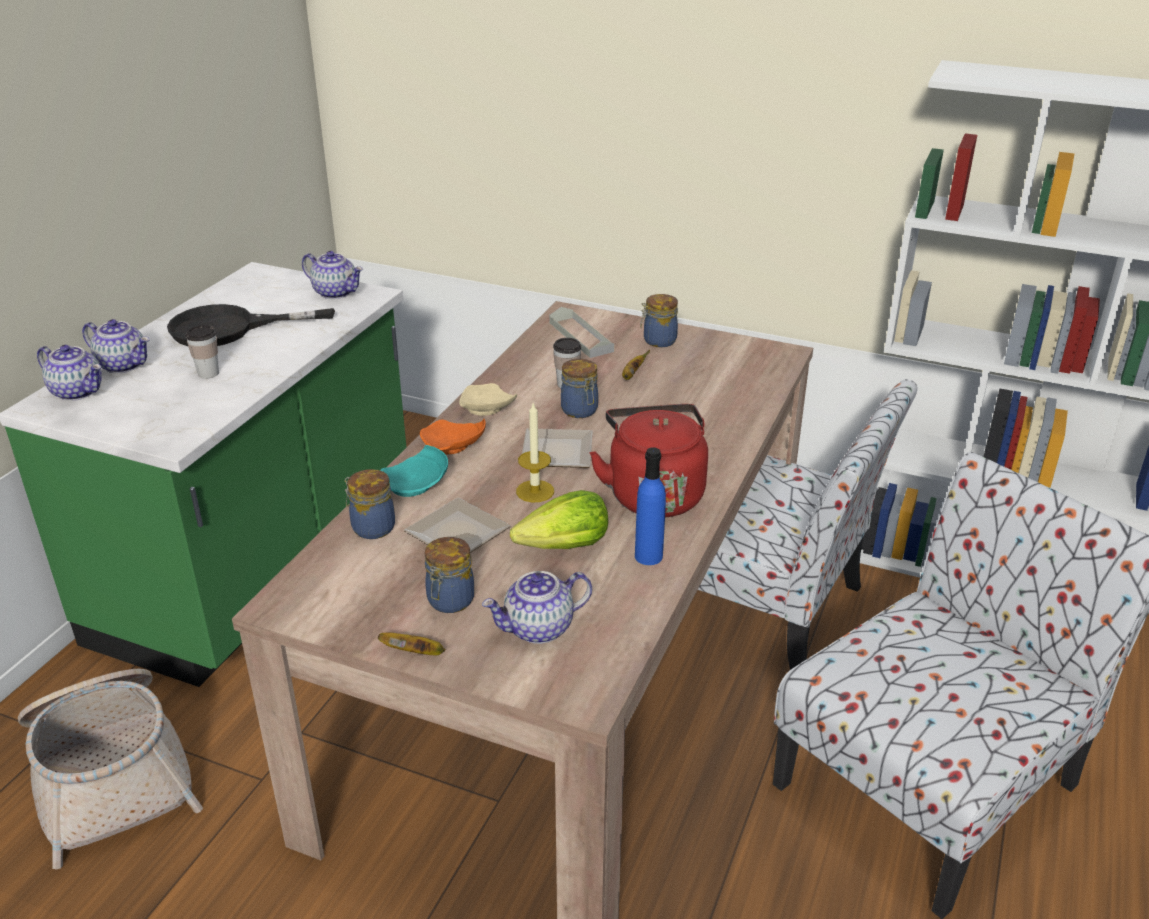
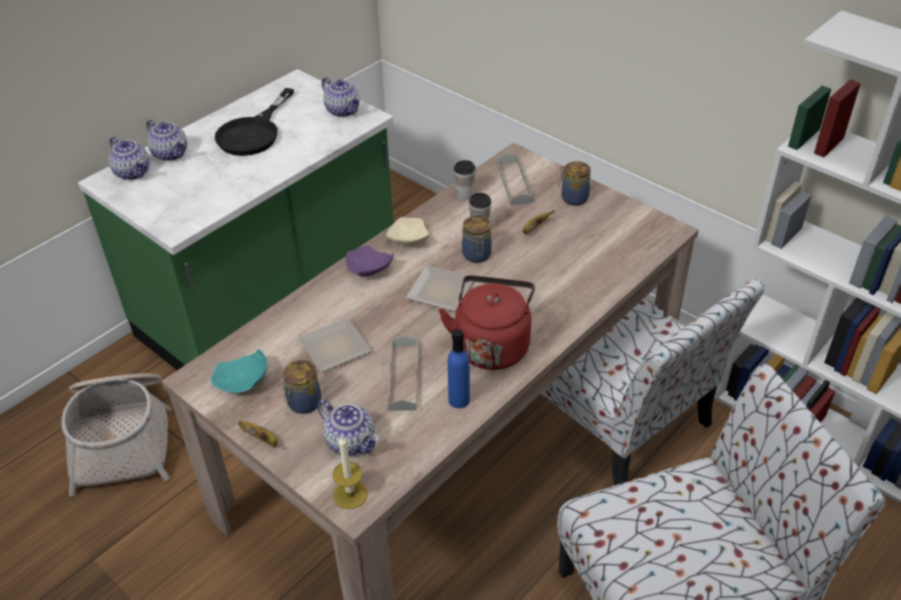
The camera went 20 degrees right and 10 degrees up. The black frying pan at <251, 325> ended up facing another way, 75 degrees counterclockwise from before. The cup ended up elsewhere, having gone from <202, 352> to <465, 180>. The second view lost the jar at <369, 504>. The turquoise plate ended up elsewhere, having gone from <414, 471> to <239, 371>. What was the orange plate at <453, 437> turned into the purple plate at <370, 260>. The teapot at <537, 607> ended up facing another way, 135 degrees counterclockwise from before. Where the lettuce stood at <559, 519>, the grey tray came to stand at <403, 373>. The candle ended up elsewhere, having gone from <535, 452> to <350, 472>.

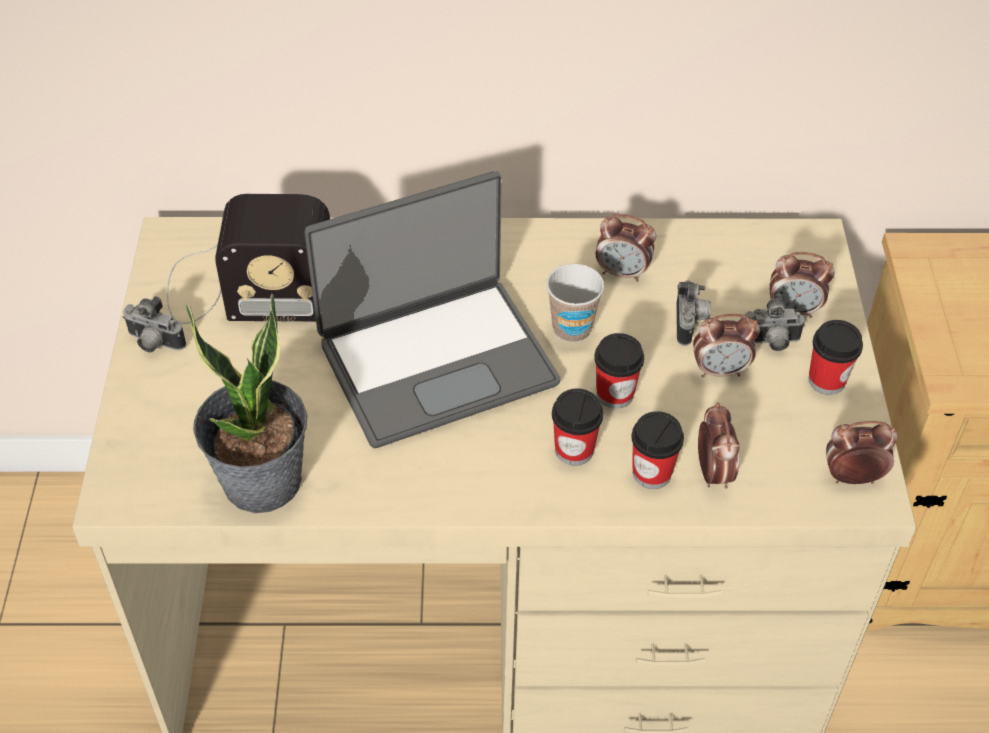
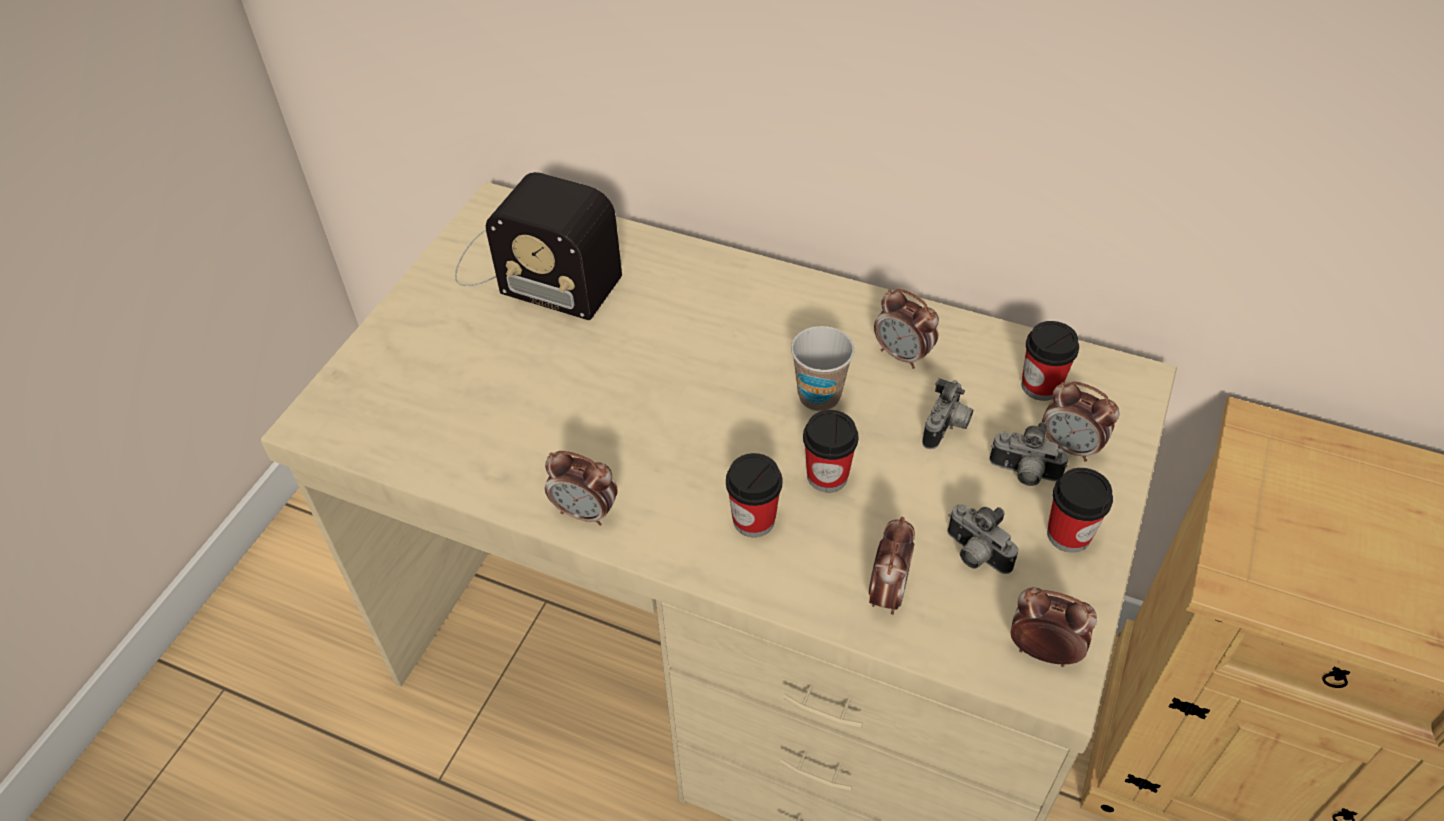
The camera went 25 degrees right and 0 degrees up. The photo camera ended up elsewhere, having gone from <154, 324> to <983, 539>. The second view lost the potted plant at <247, 403>. The second view lost the laptop at <432, 309>. The cup ended up elsewhere, having gone from <657, 450> to <1050, 361>. The alarm clock ended up elsewhere, having gone from <726, 346> to <581, 488>.

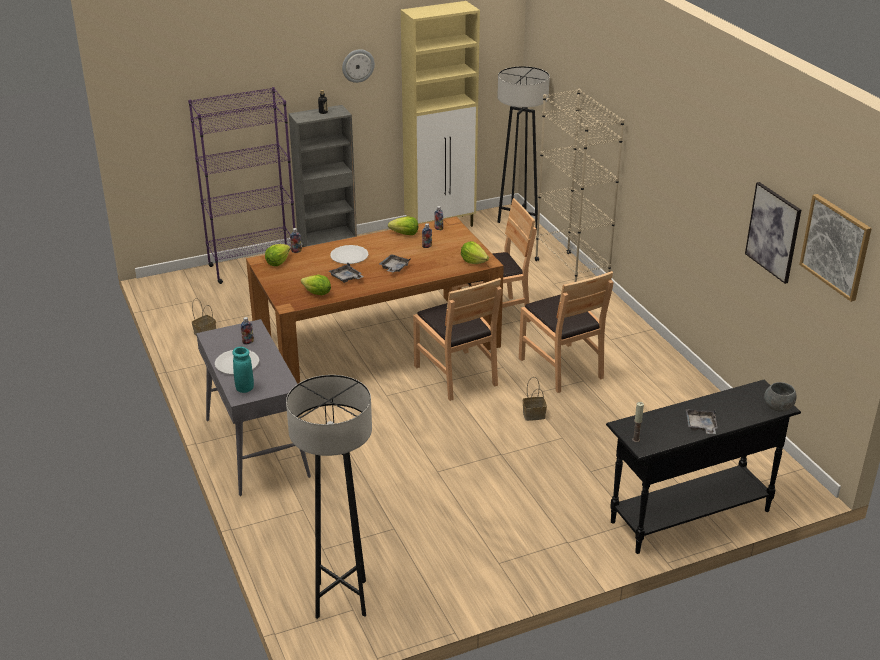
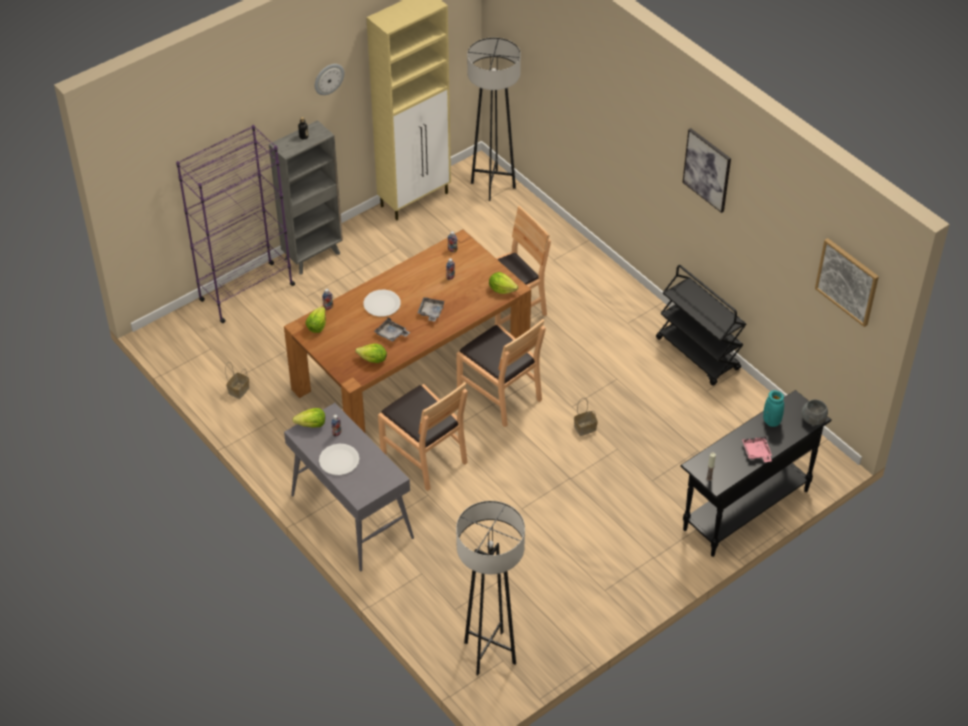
The camera went 15 degrees left and 15 degrees up. The turquoise vase ended up elsewhere, having gone from <243, 370> to <773, 408>. The lettuce ended up elsewhere, having gone from <403, 226> to <308, 418>. The brown chair ended up elsewhere, having gone from <566, 332> to <423, 436>. The second view lost the beige bookcase at <579, 185>. What was the grey tray at <702, 421> turned into the pink tray at <757, 448>. The picture ended up elsewhere, having gone from <773, 233> to <706, 170>. The second view gained the black cart at <701, 325>.

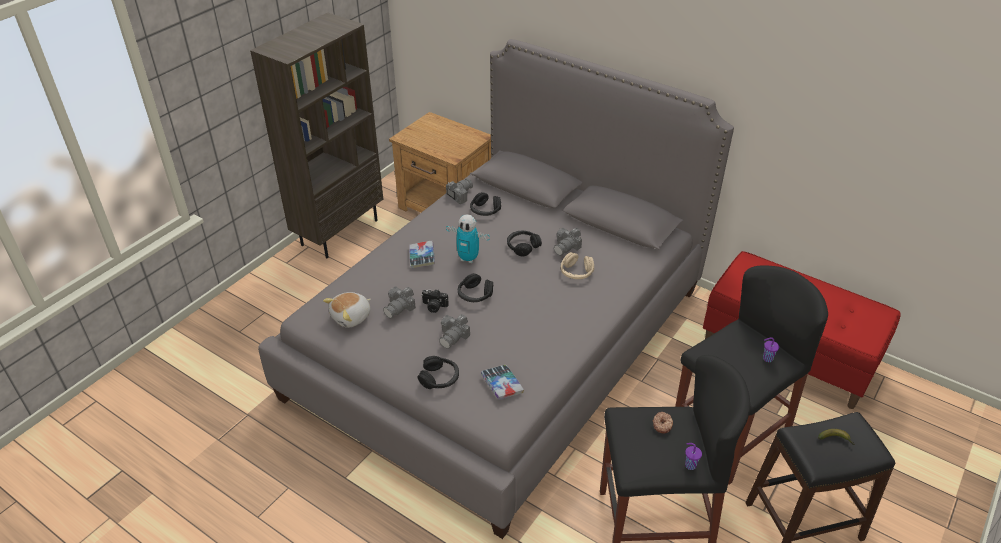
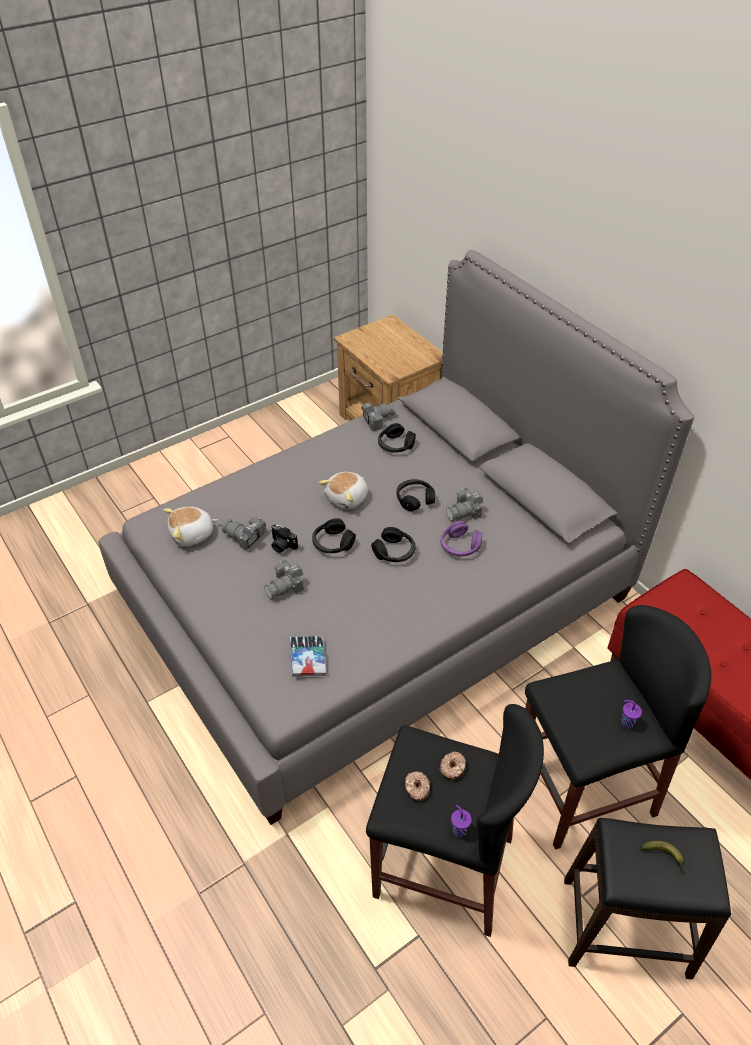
The camera went 20 degrees right and 5 degrees up. The second view lost the brown bookcase at <316, 135>. The photo camera at <399, 302> ended up facing another way, 60 degrees clockwise from before. The second view lost the book at <422, 255>. The black headphones ended up elsewhere, having gone from <438, 372> to <393, 544>. Where the toy robot stood at <468, 238>, the plush toy came to stand at <343, 490>. What was the beige headphones at <577, 265> turned into the purple headphones at <461, 539>. The second view gained the donut at <417, 785>.

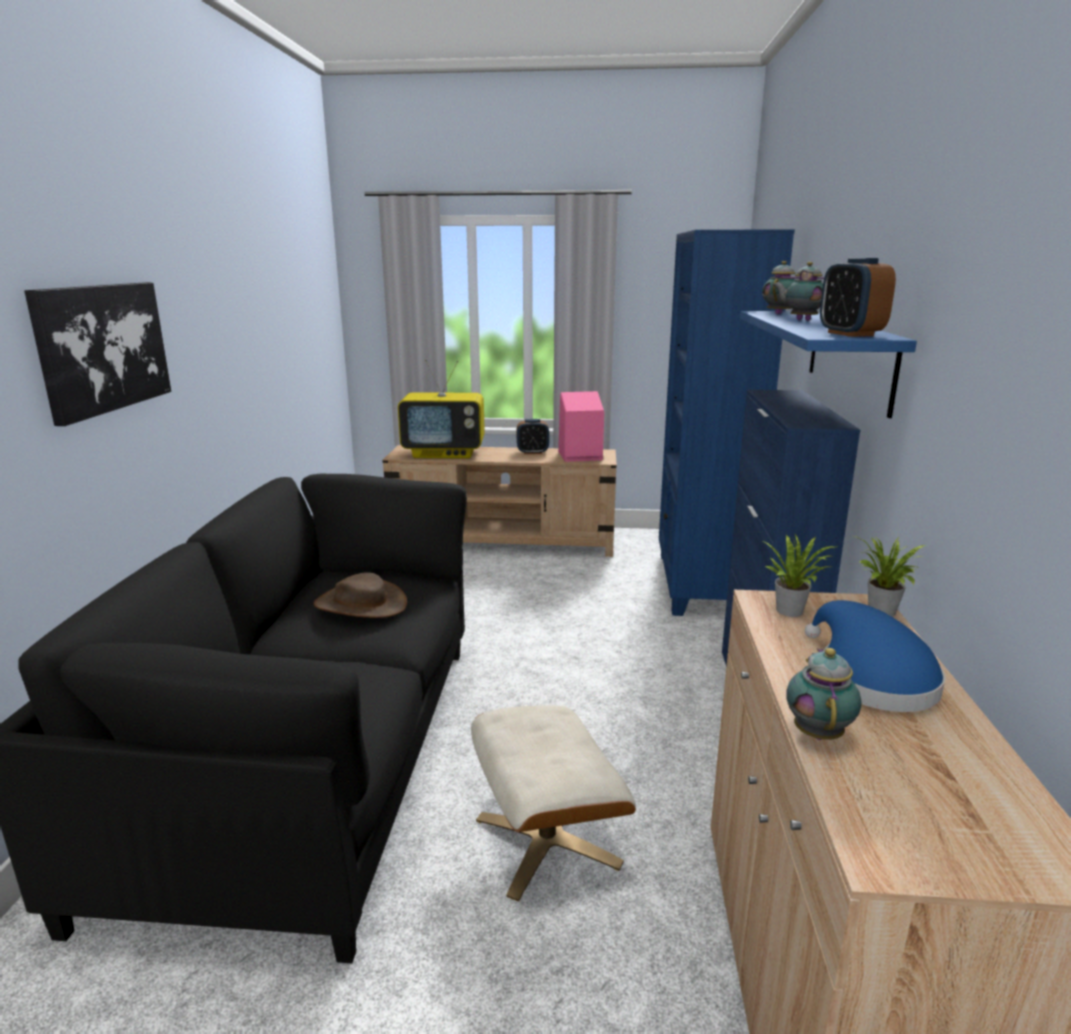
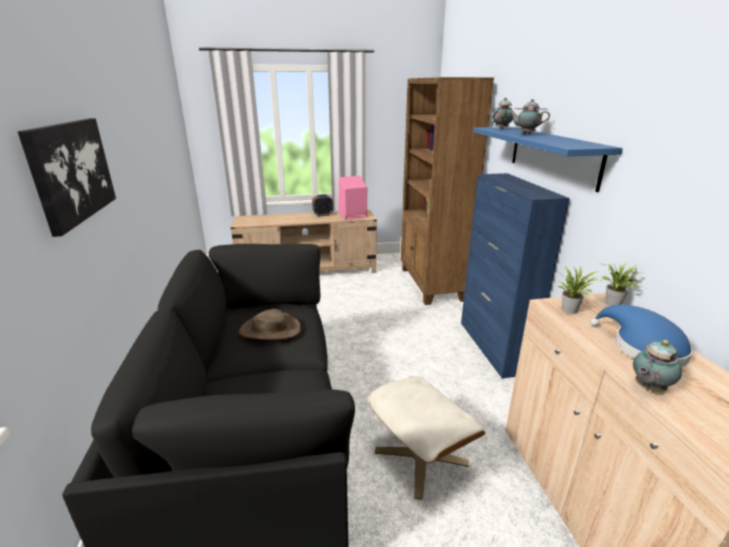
The camera went 15 degrees left and 5 degrees up. The second view lost the television at <441, 409>. What was the blue bookcase at <727, 422> turned into the brown bookcase at <447, 191>. The teapot at <823, 694> ended up facing another way, 120 degrees counterclockwise from before. The second view lost the alarm clock at <858, 297>.

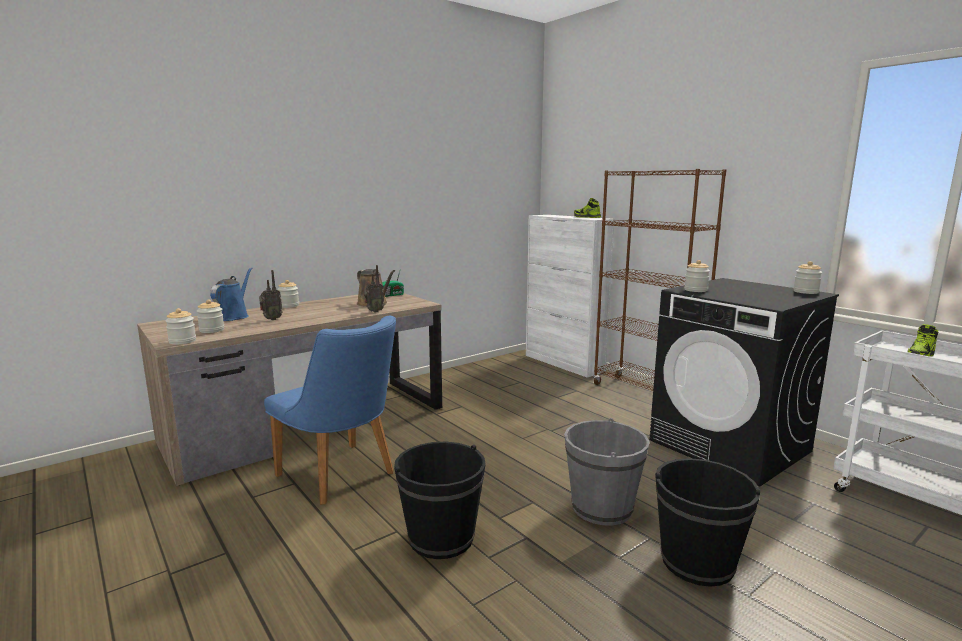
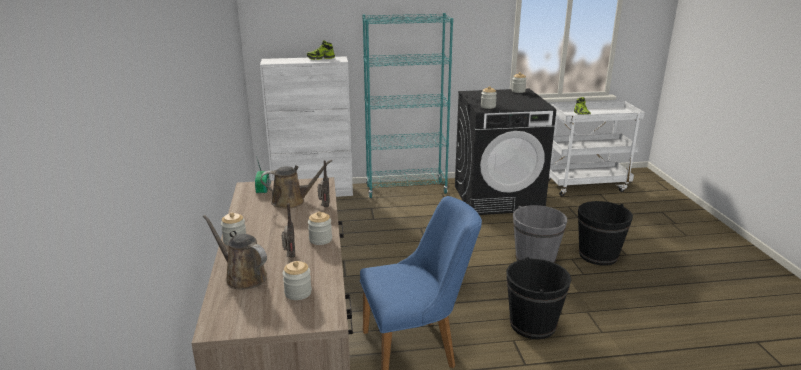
The camera went 60 degrees left and 10 degrees up. The jar ended up elsewhere, having gone from <180, 326> to <320, 228>. What was the blue watering can at <231, 294> turned into the brown watering can at <235, 252>. What was the brown bookcase at <659, 280> turned into the turquoise bookcase at <407, 105>.

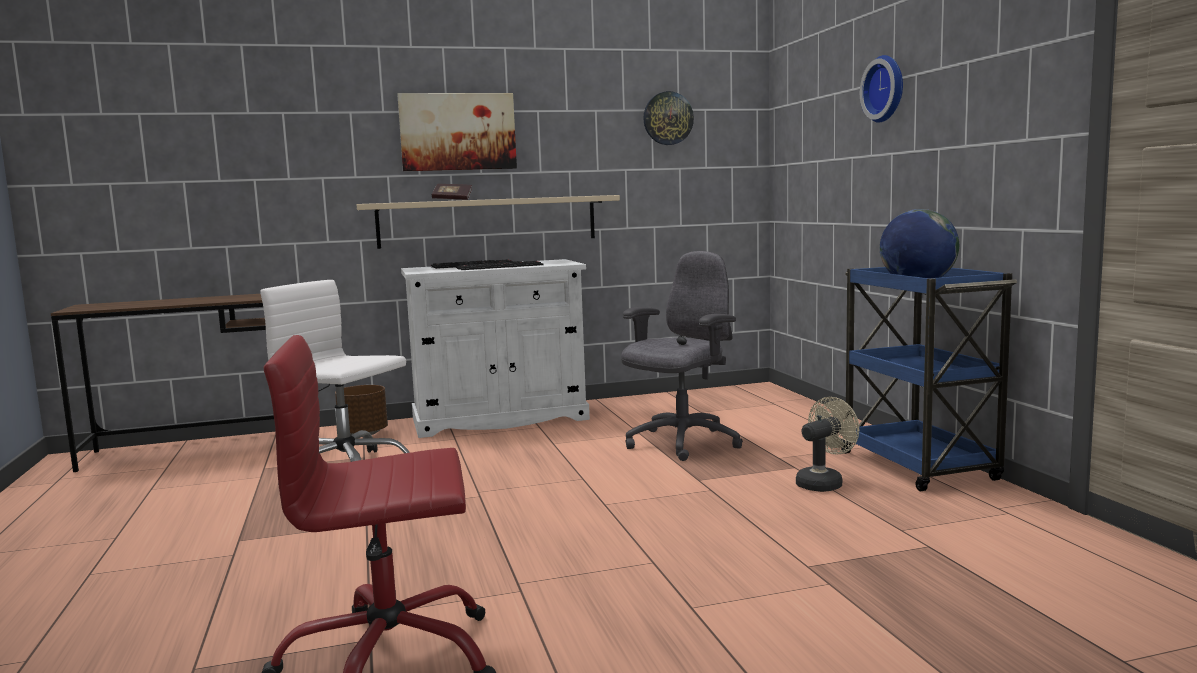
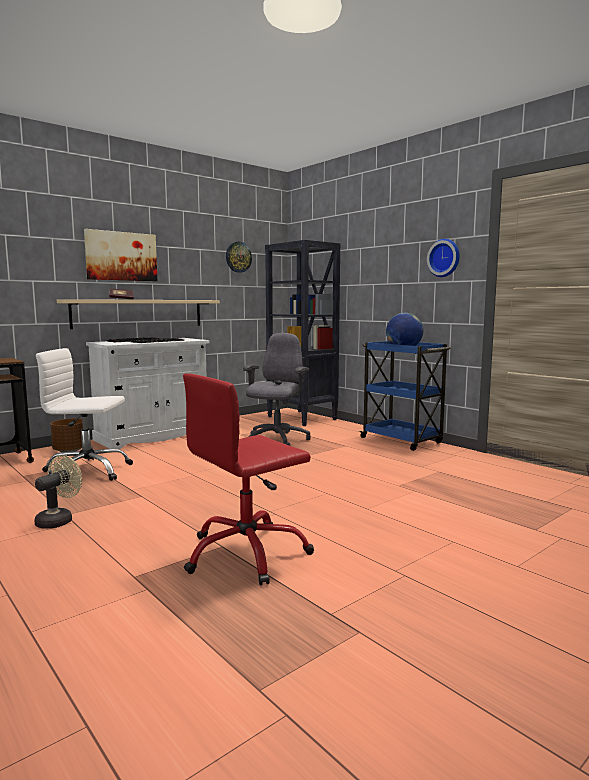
The camera went 25 degrees left and 0 degrees up. The beige fan ended up elsewhere, having gone from <827, 444> to <58, 492>. The wall clock ended up elsewhere, having gone from <881, 89> to <443, 258>. The second view gained the black bookcase at <302, 333>.

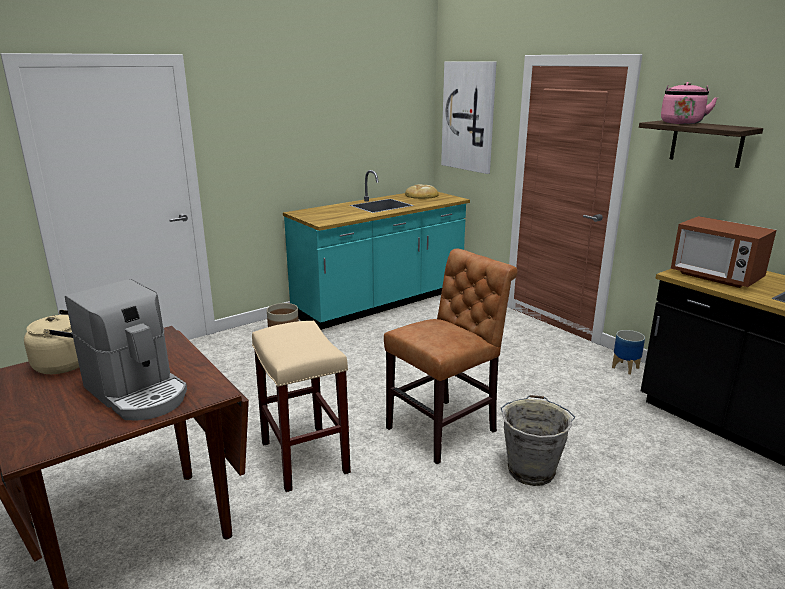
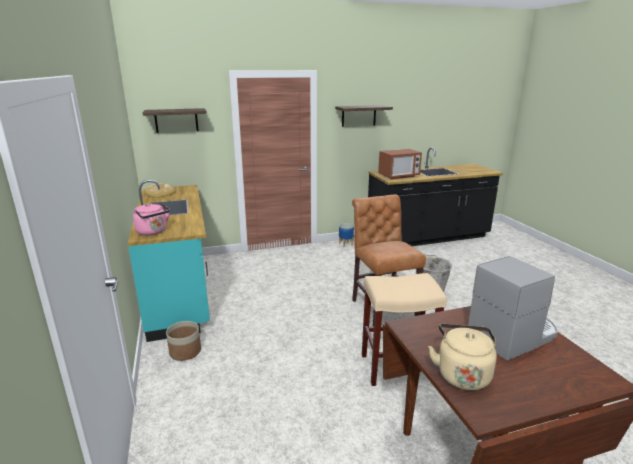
The camera went 70 degrees left and 0 degrees up. Where the picture hung at <469, 117>, the shelf came to hang at <175, 120>. The pink kettle ended up elsewhere, having gone from <689, 103> to <151, 219>.

